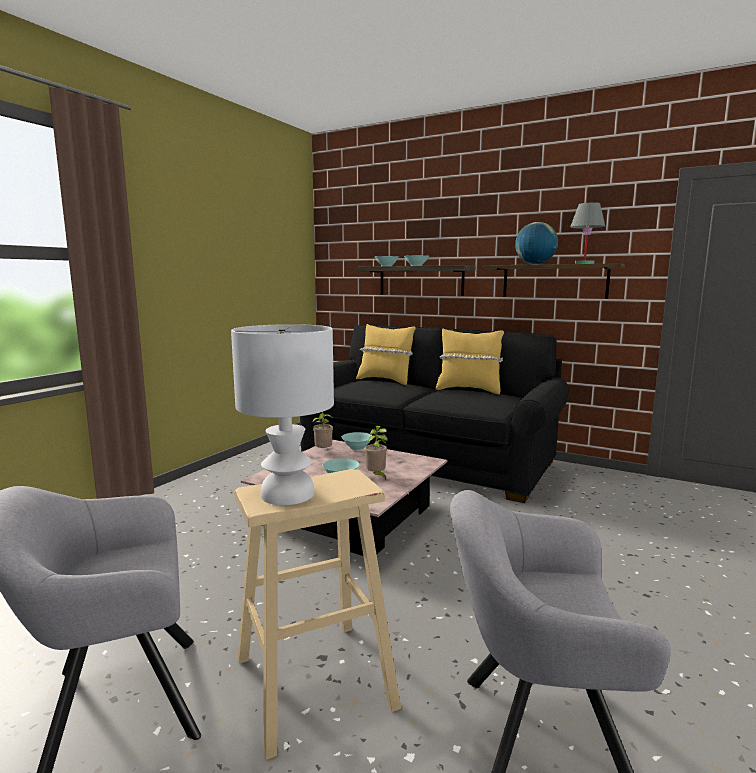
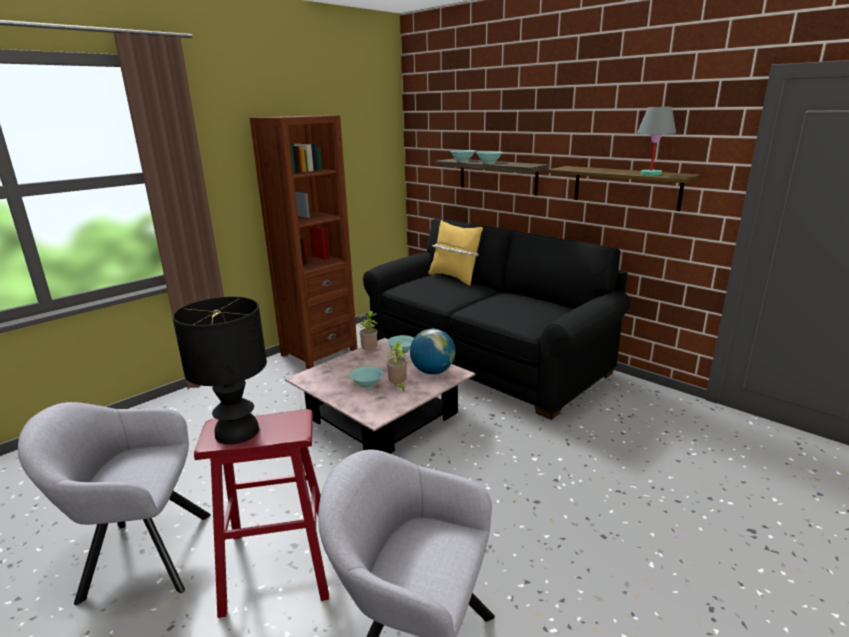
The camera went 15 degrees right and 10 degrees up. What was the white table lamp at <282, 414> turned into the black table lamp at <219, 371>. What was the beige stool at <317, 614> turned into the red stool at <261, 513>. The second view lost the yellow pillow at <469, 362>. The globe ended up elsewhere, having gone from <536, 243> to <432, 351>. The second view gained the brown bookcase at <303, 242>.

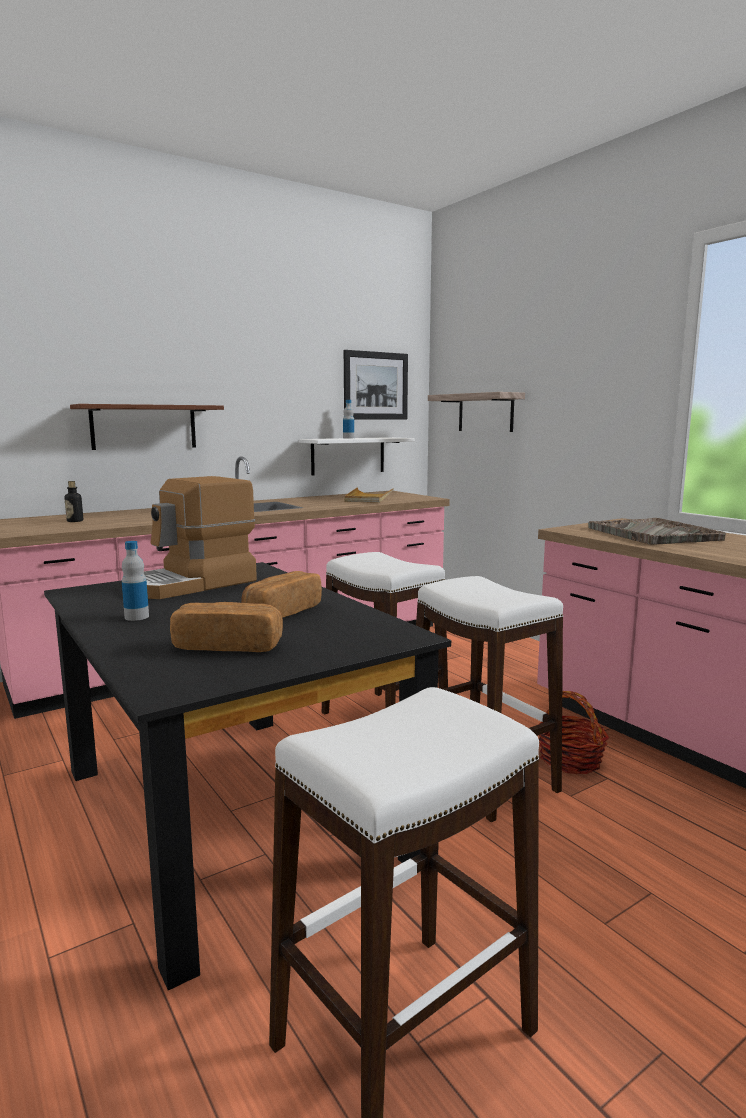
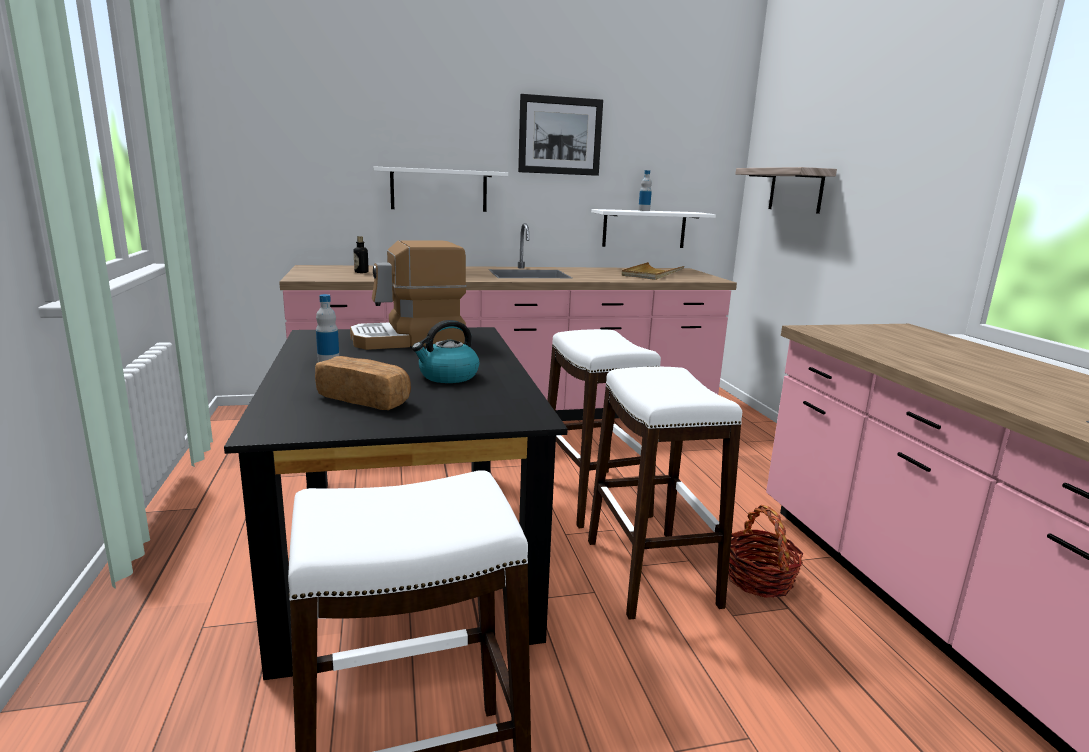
The camera went 20 degrees right and 5 degrees up. What was the brown shelf at <147, 427> turned into the white shelf at <441, 189>. Where the bread stood at <281, 594>, the kettle came to stand at <445, 351>. The picture ended up elsewhere, having gone from <376, 384> to <560, 135>. The second view lost the grey tray at <657, 531>.

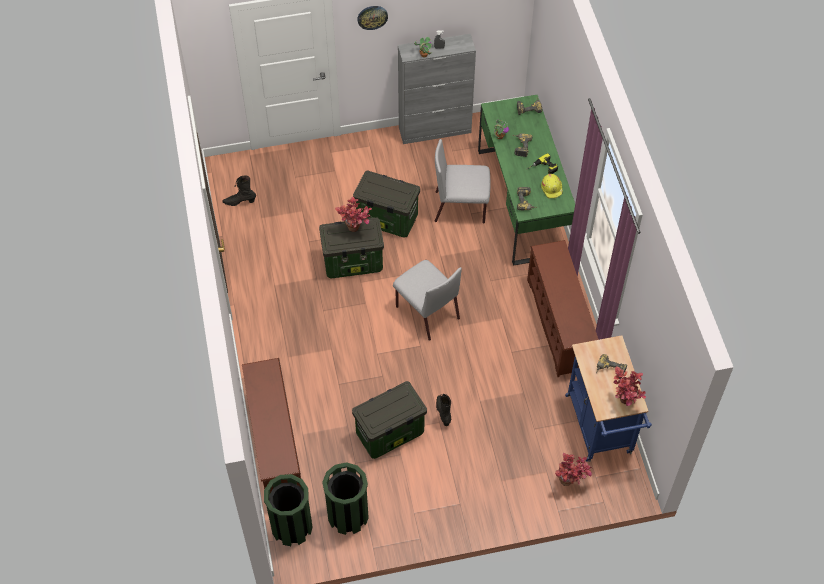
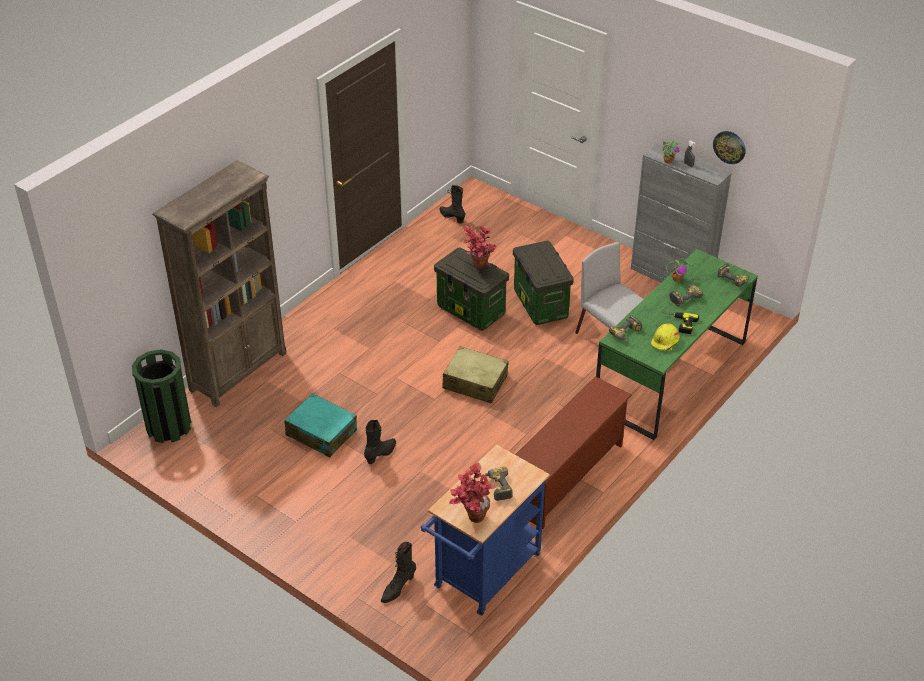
The camera went 50 degrees right and 15 degrees down. Where the brown shoe rack stood at <271, 425>, the brown bookcase came to stand at <219, 283>. The second view lost the green trash can at <345, 498>. Where the storage box stood at <389, 420>, the turquoise suitcase came to stand at <320, 425>. The wall clock ended up elsewhere, having gone from <372, 18> to <729, 147>. Where the grey chair stood at <427, 300>, the beige suitcase came to stand at <475, 375>. Where the potted plant stood at <573, 469>, the black boot came to stand at <398, 572>.

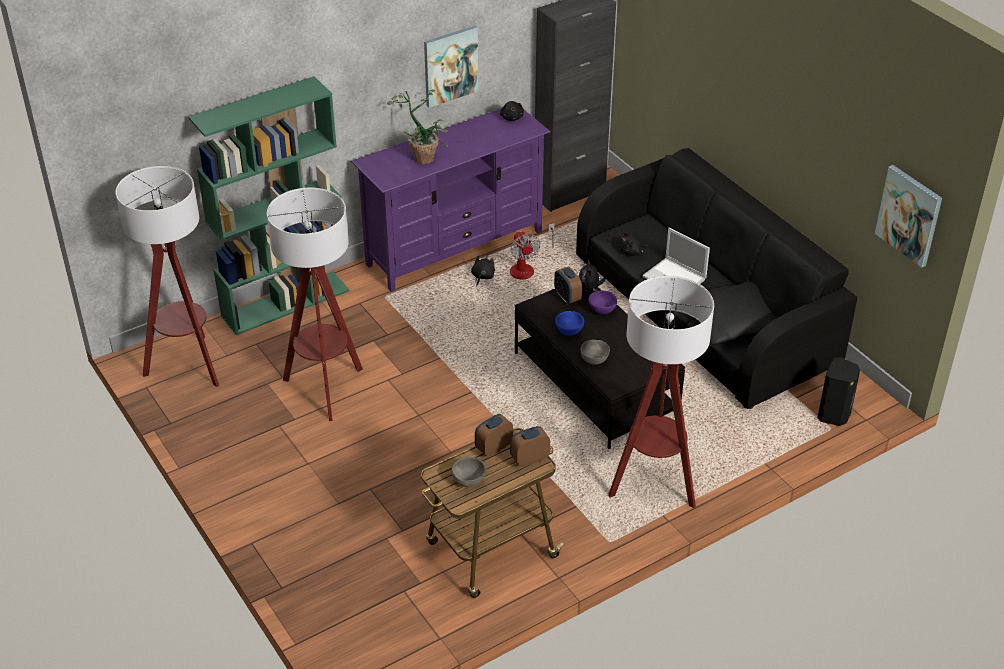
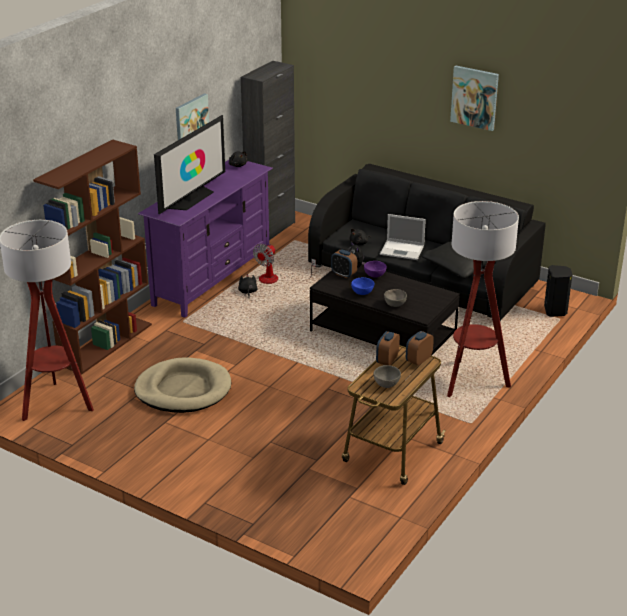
The camera went 25 degrees left and 10 degrees down. What was the green bookcase at <268, 205> turned into the brown bookcase at <92, 257>. Where the floor lamp stood at <315, 304>, the beige dog bed came to stand at <182, 385>. Where the potted plant stood at <418, 127>, the television came to stand at <189, 164>. The fan at <532, 251> ended up facing another way, 75 degrees clockwise from before. The picture ended up elsewhere, having gone from <908, 216> to <474, 98>.

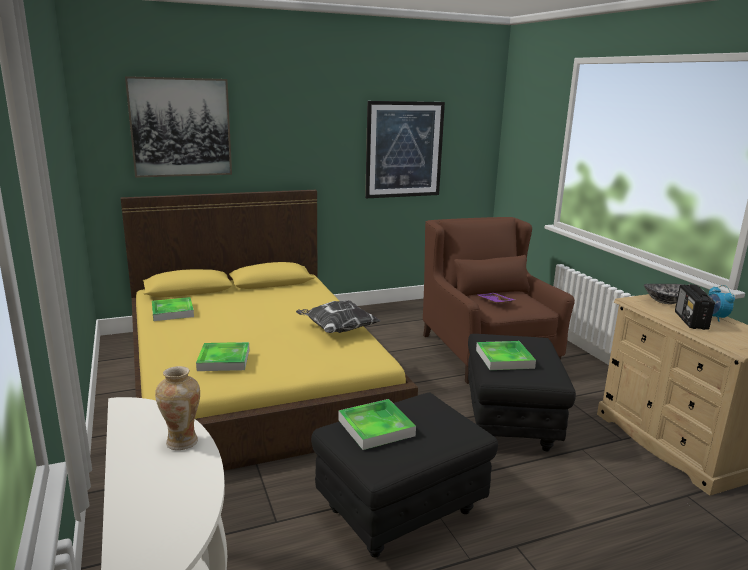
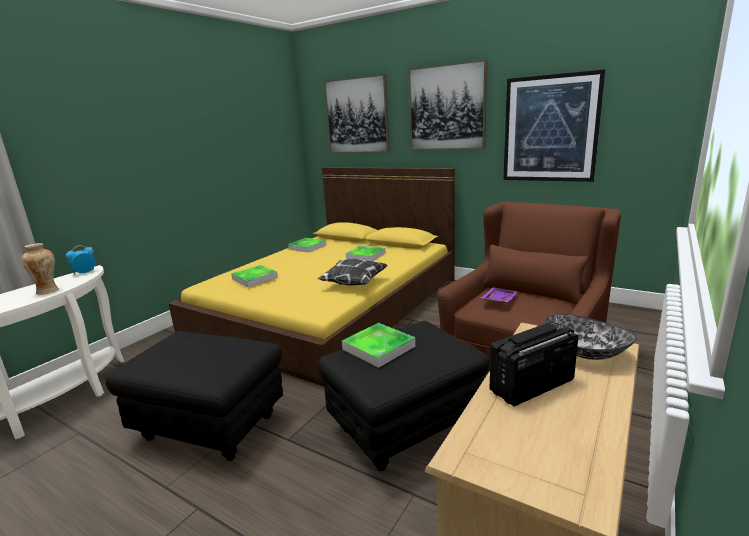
The camera went 55 degrees right and 0 degrees up. The tray ended up elsewhere, having gone from <377, 424> to <366, 253>. The alarm clock ended up elsewhere, having gone from <721, 303> to <81, 260>. The second view gained the picture at <447, 104>.

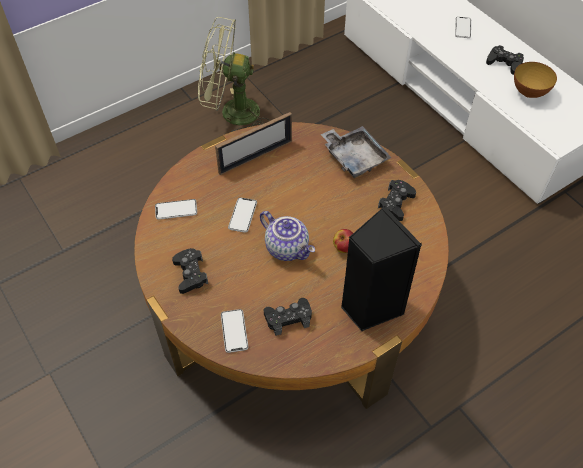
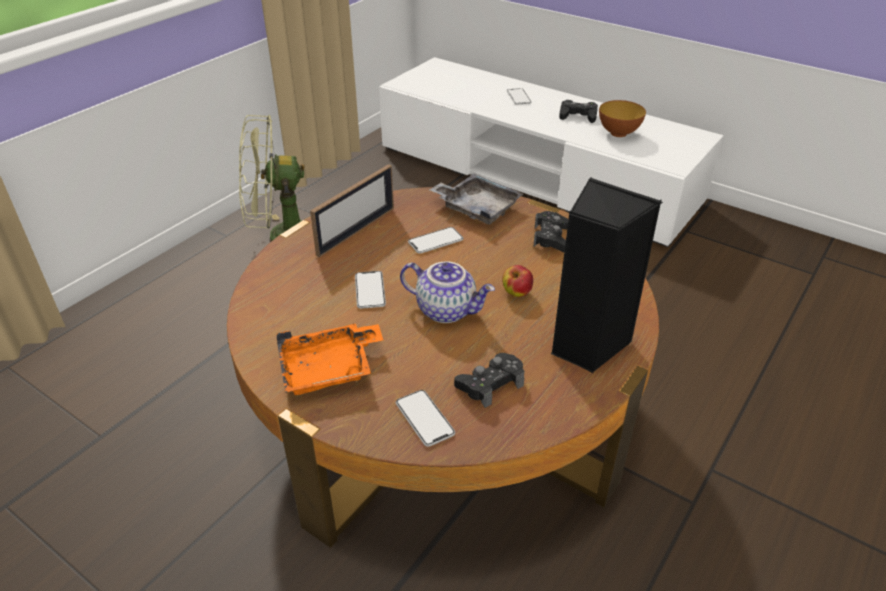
The camera went 20 degrees left and 15 degrees down. The phone ended up elsewhere, having gone from <176, 209> to <435, 240>. Where the black game controller stood at <190, 271>, the orange tray came to stand at <330, 359>.

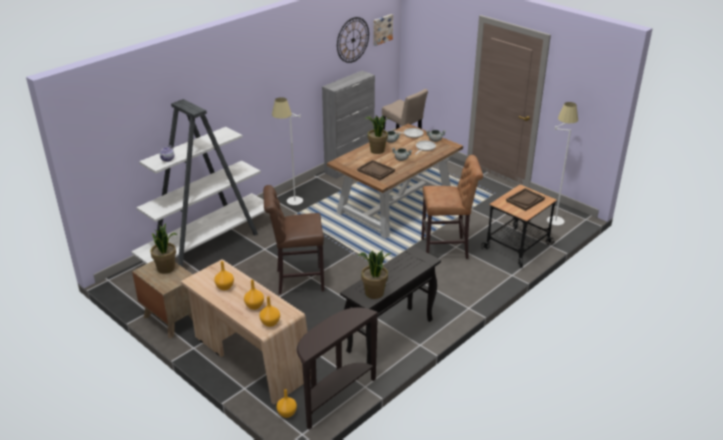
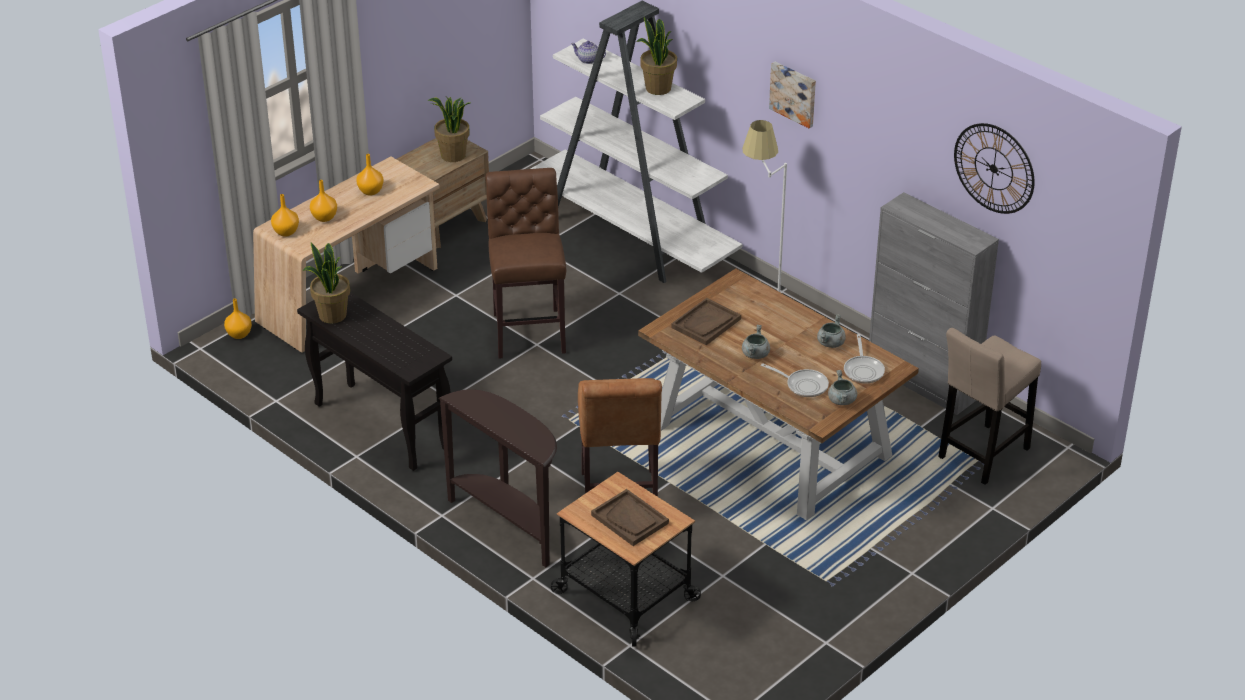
The camera went 90 degrees right and 5 degrees up. The brown console table ended up elsewhere, having gone from <337, 368> to <497, 478>. The potted plant ended up elsewhere, having gone from <377, 135> to <656, 56>. The picture ended up elsewhere, having gone from <383, 30> to <792, 95>. The second view lost the white floor lamp at <562, 164>.

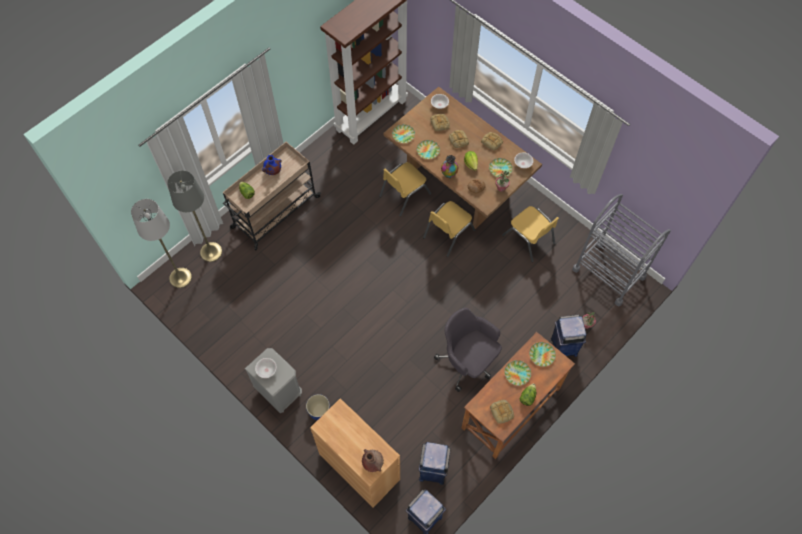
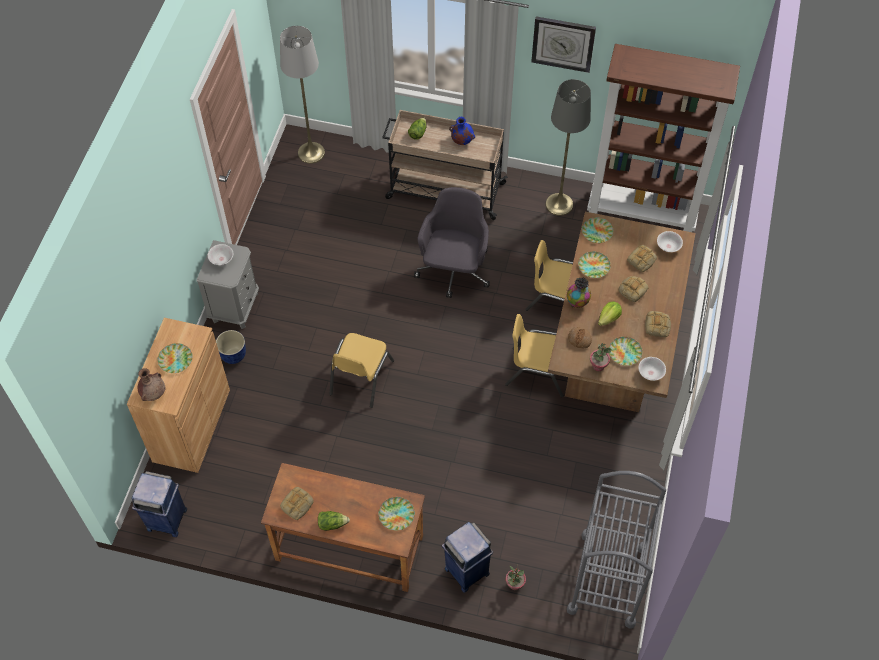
The camera went 60 degrees right and 5 degrees down. The grey floor lamp ended up elsewhere, having gone from <194, 216> to <568, 147>. The second view lost the blue trash can at <435, 463>. The grey office chair ended up elsewhere, having gone from <468, 350> to <452, 242>. The yellow chair ended up elsewhere, having gone from <530, 234> to <362, 370>. The plate ended up elsewhere, having gone from <518, 373> to <175, 358>. The second view gained the wall clock at <563, 44>.

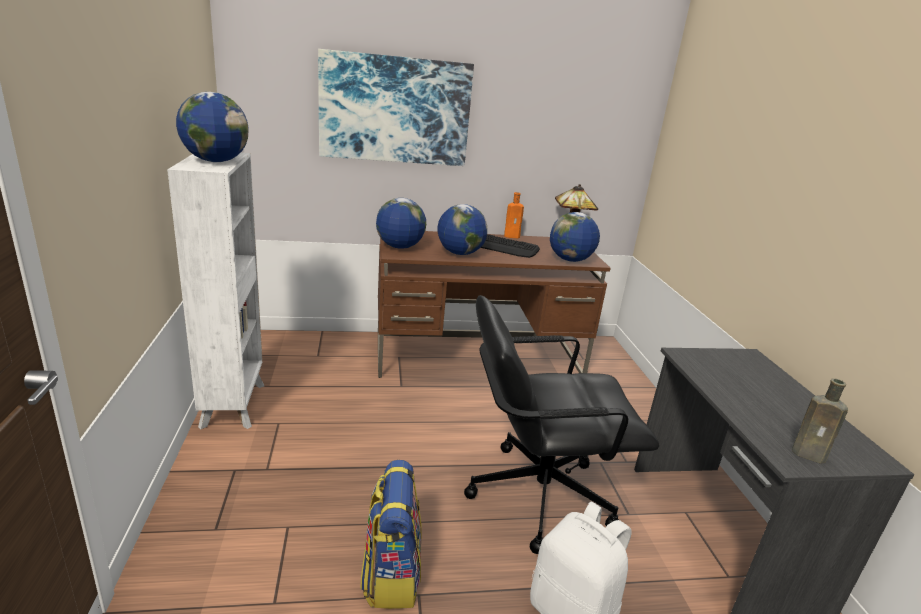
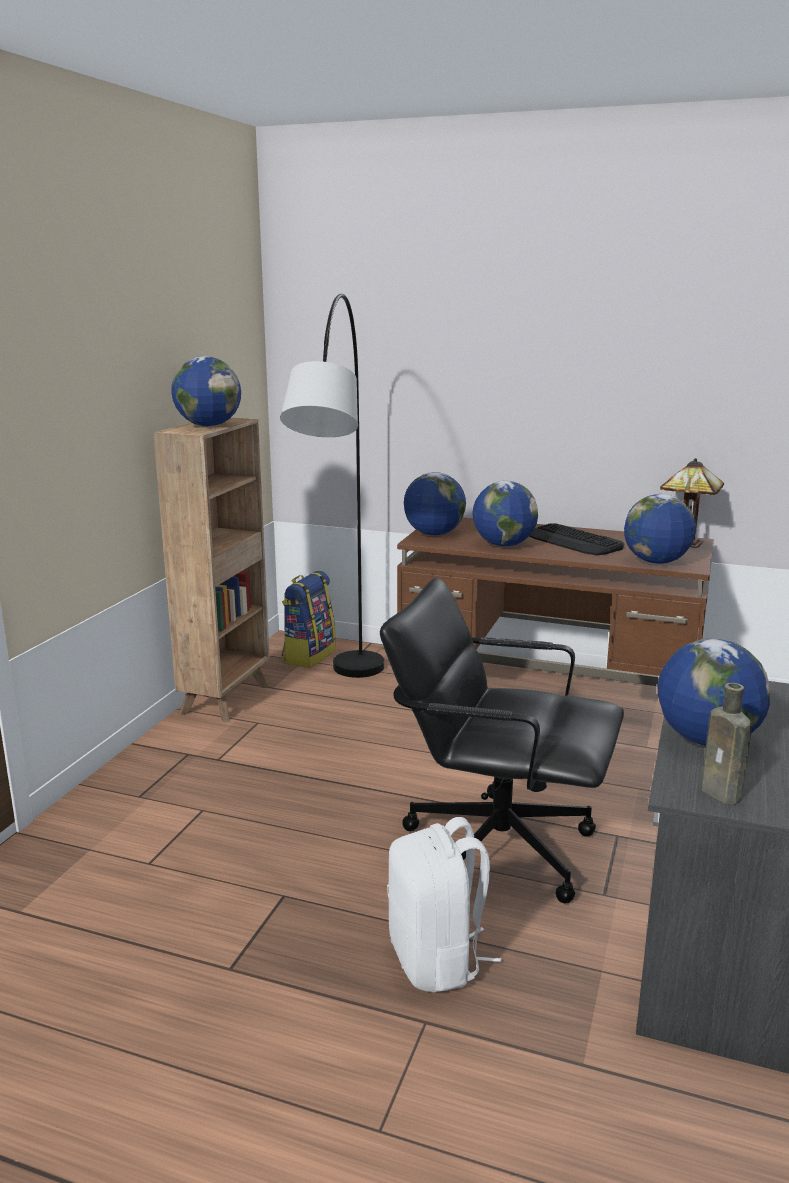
The camera went 30 degrees right and 5 degrees down. What was the white bookcase at <215, 291> turned into the brown bookcase at <211, 570>. The second view lost the picture at <396, 107>. The backpack ended up elsewhere, having gone from <390, 534> to <309, 619>. The second view lost the orange bottle at <514, 215>. The second view gained the grey floor lamp at <332, 486>. The second view gained the globe at <714, 692>.

